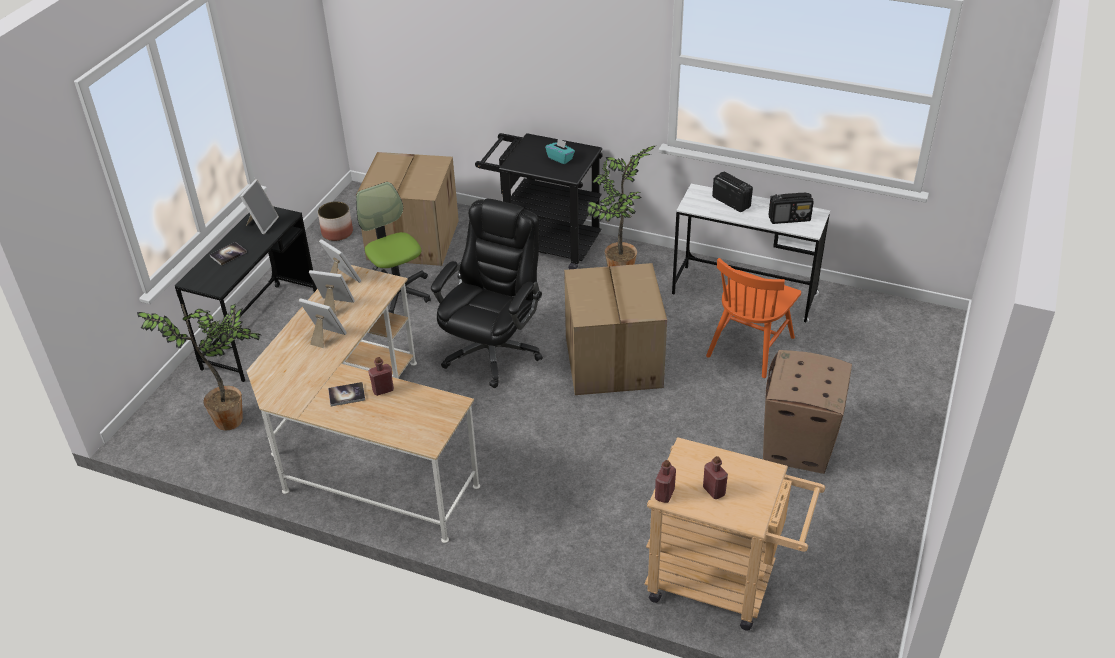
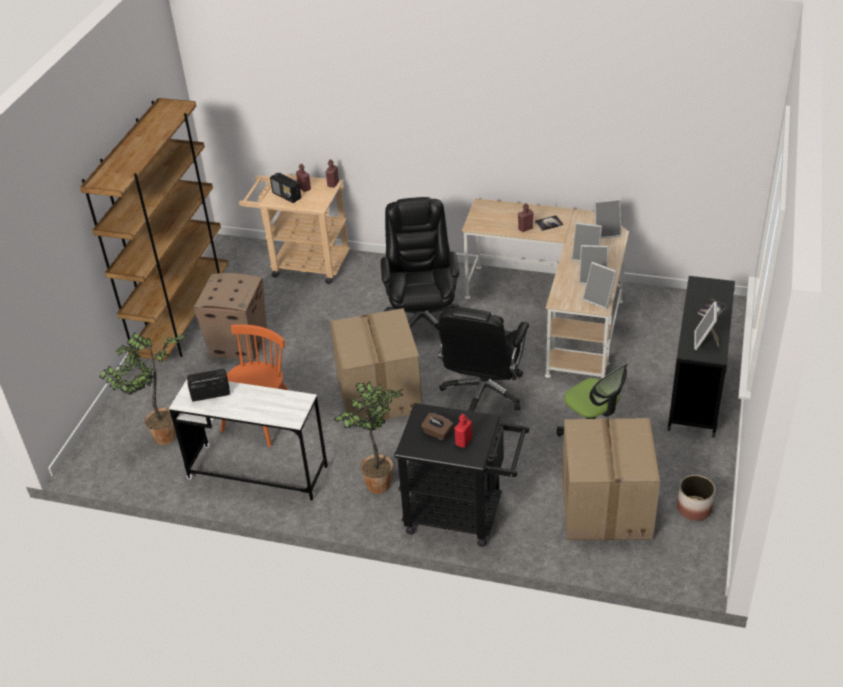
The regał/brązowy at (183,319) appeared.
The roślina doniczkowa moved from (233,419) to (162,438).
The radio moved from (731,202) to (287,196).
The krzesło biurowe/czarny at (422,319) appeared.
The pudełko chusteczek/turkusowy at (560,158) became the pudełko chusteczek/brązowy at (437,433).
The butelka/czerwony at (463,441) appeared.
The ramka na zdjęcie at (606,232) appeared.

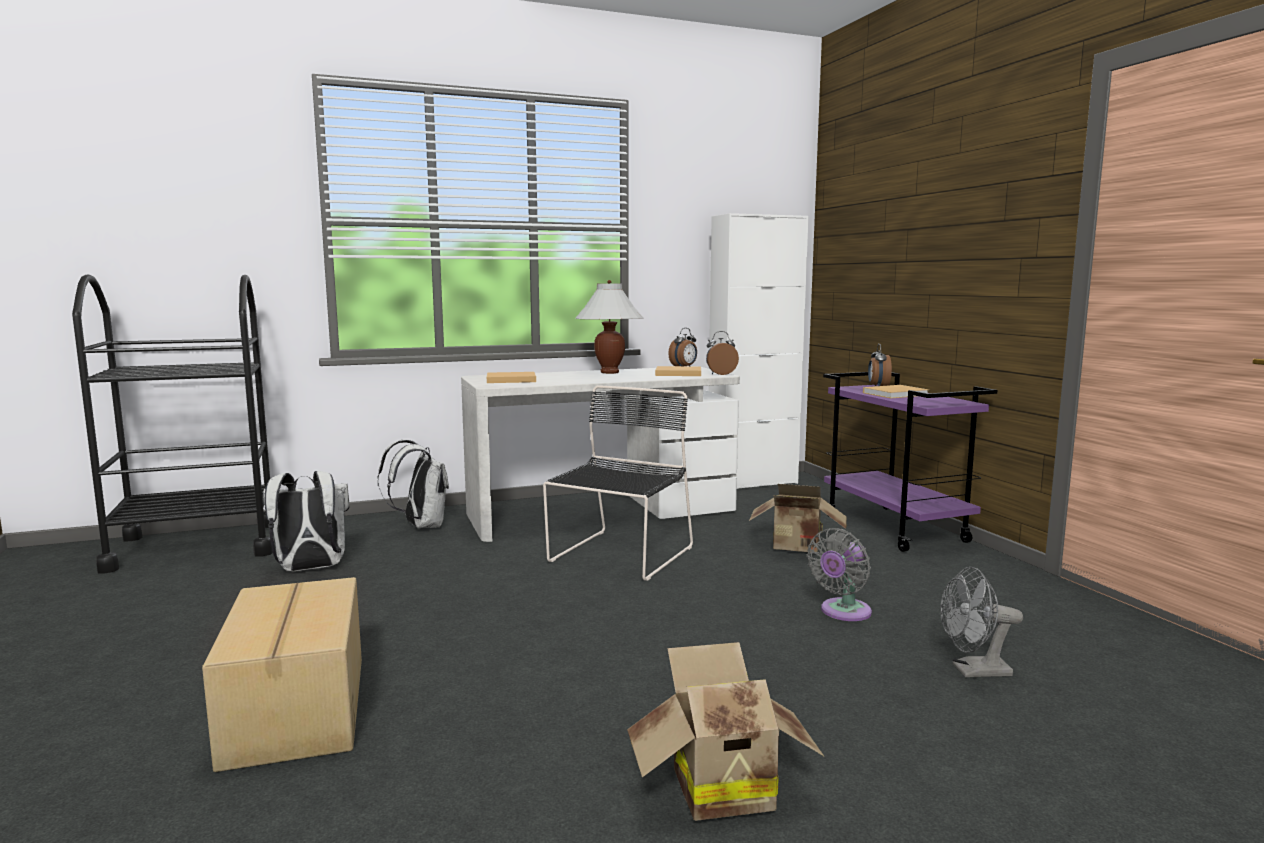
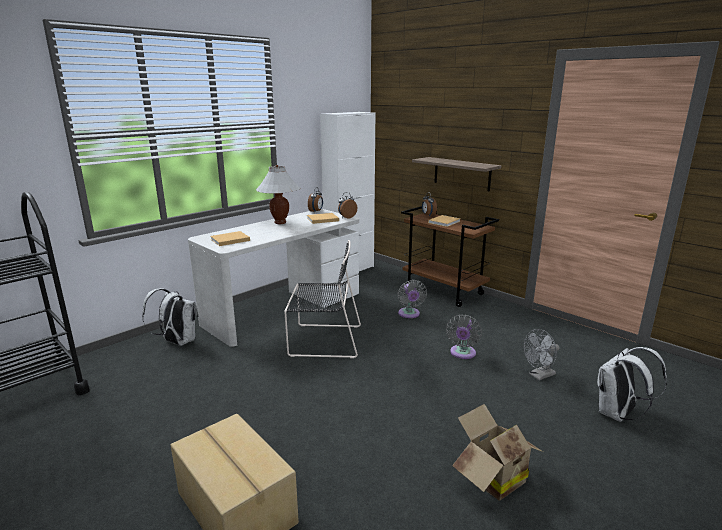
The krzesło/czarny at (619,556) turned 90 degrees clockwise.
The karton at (797,548) was replaced by the wentylator/szary at (409,314).
The wózek/fioletowy at (896,528) became the wózek/brązowy at (444,291).
The półka at (462,173) appeared.
The plecak/biały moved from (310,569) to (617,414).

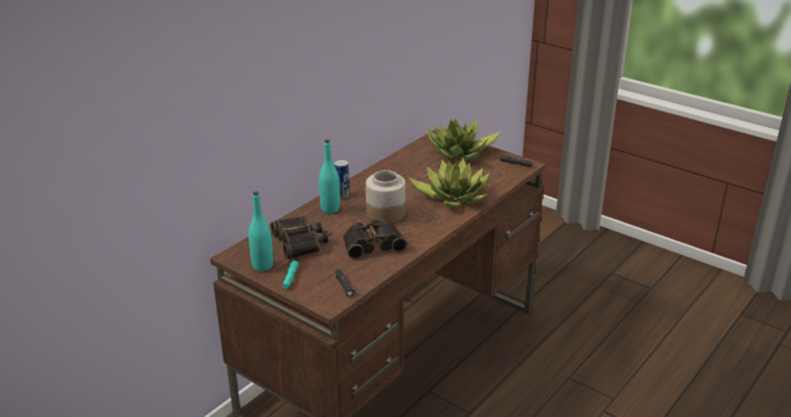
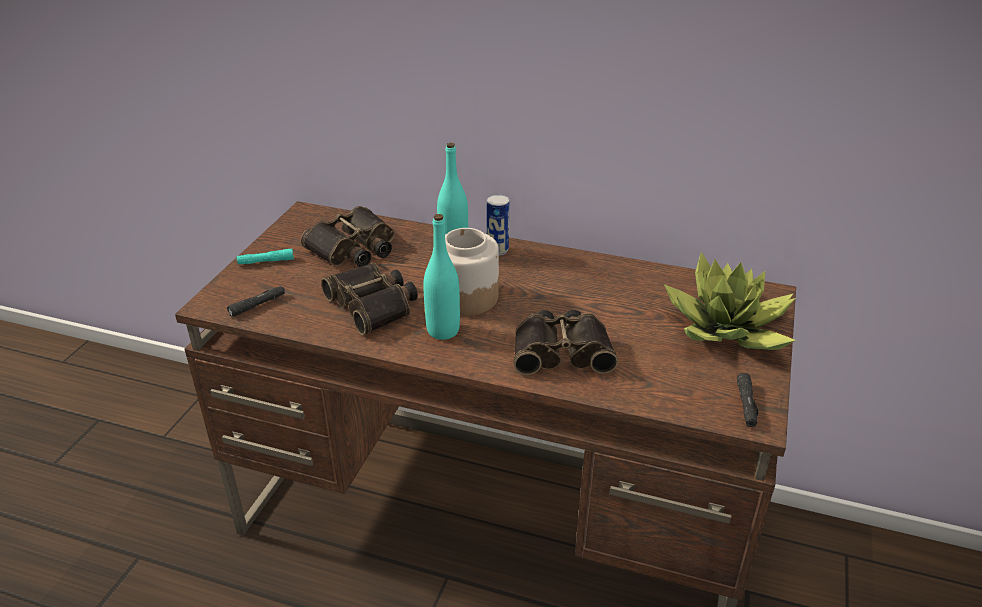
The butelka/turkusowy moved from (262,266) to (443,330).
The roślina doniczkowa at (452,196) was replaced by the lornetka at (562,350).

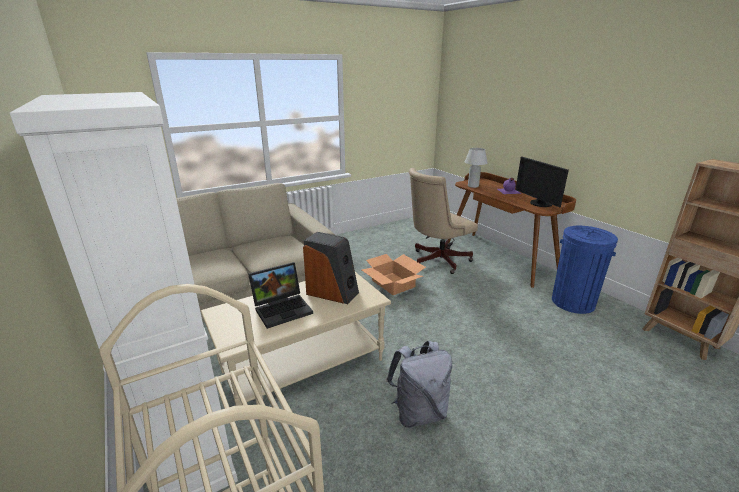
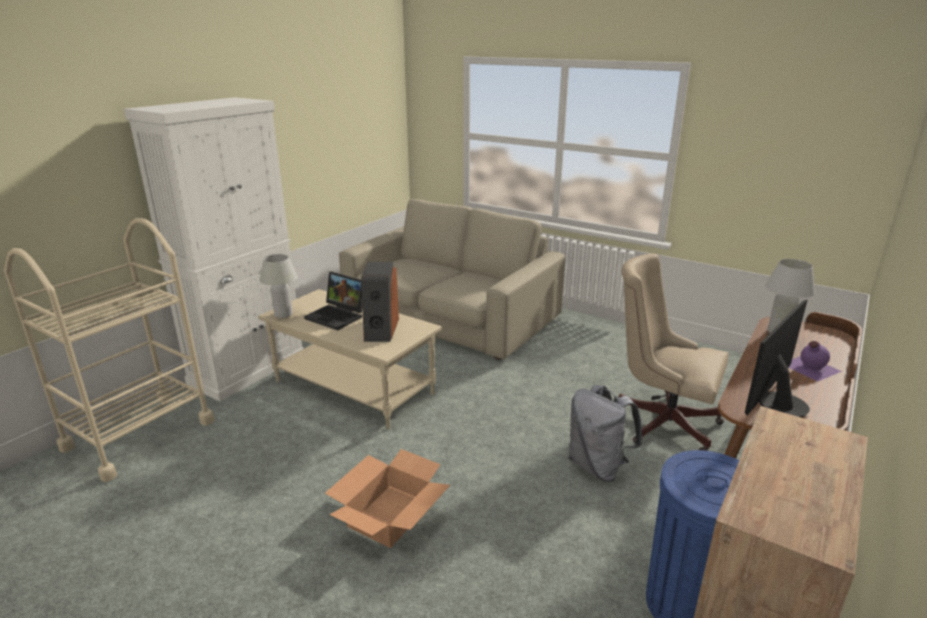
The lampa stołowa/biały at (283,314) appeared.
The karton moved from (393,283) to (389,515).
The plecak/szary moved from (418,412) to (598,466).

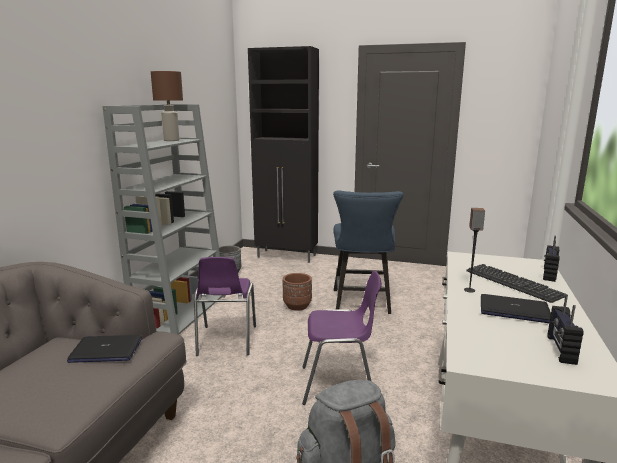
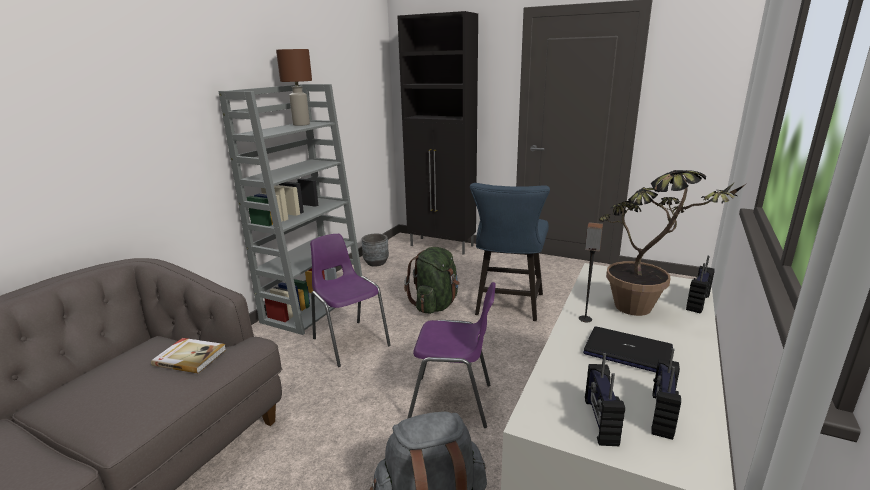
The laptop at (105,350) was replaced by the książka at (190,357).
The krzesło/fioletowy at (226,341) turned 135 degrees clockwise.
The donica/brązowy at (297,306) was replaced by the plecak/zielony at (435,305).
The radio at (599,421) appeared.
The klawiatura at (513,283) was replaced by the roślina doniczkowa at (645,312).

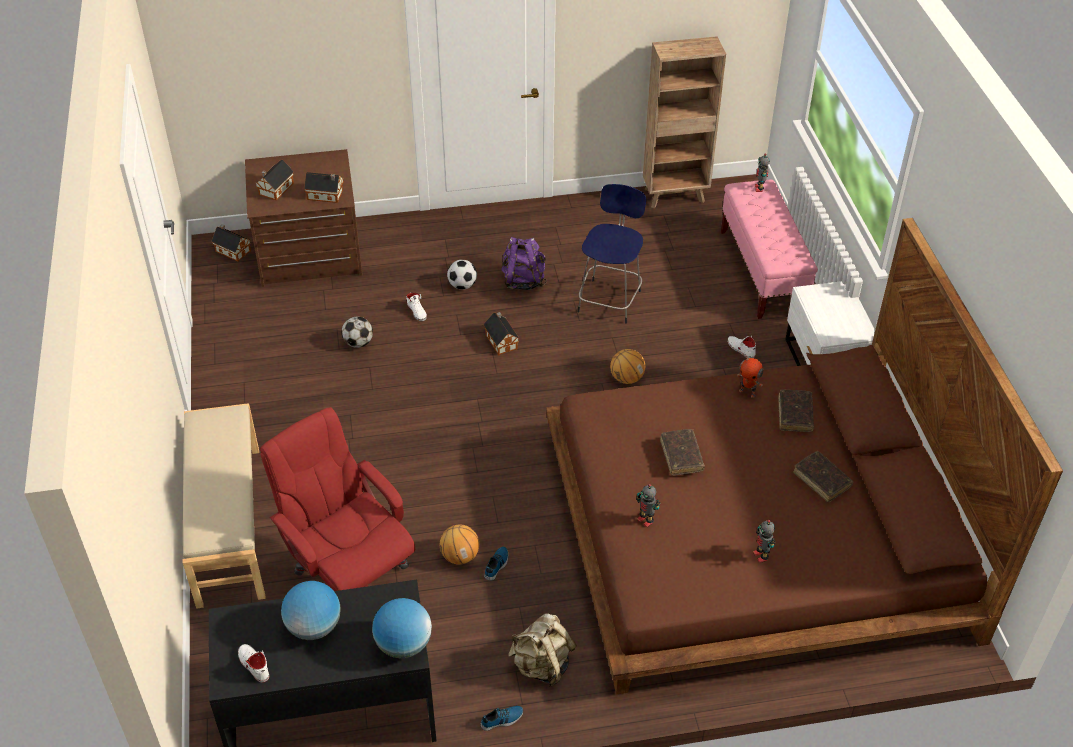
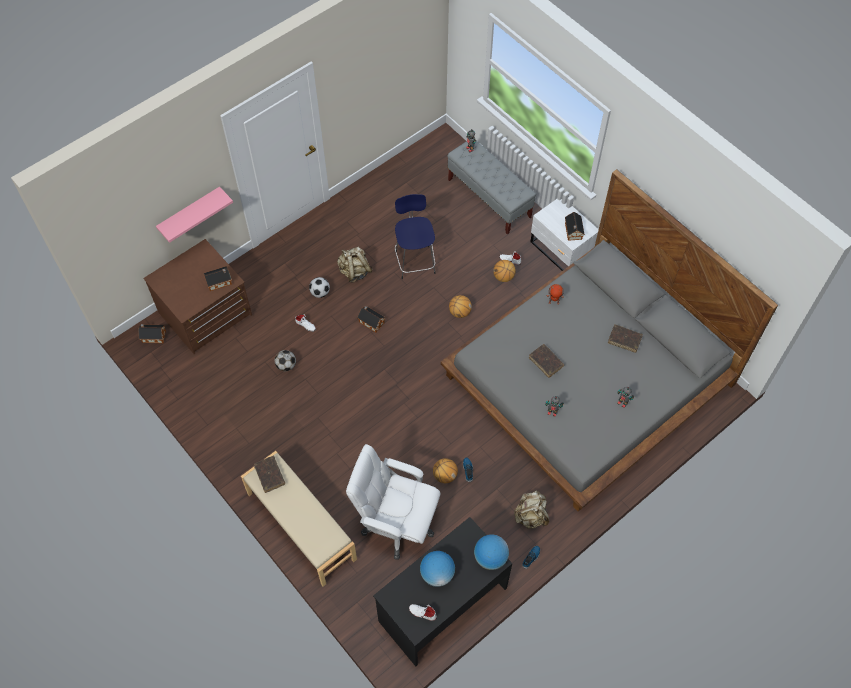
The półka/różowy at (190,213) appeared.
The książka/brązowy moved from (795,415) to (269,475).
The plecak/fioletowy at (523,281) became the plecak/beżowy at (354,271).
The krzesło biurowe/czerwony at (350,582) became the krzesło biurowe/biały at (396,523).
The łóżko/brązowy at (753,533) became the łóżko/szary at (587,379).
The ławka/różowy at (762,272) became the ławka/szary at (489,198).
The piłka do koszykówki at (503,277) appeared.
The domek moved from (275,189) to (573,232).
The regał/brązowy at (675,195) disappeared.

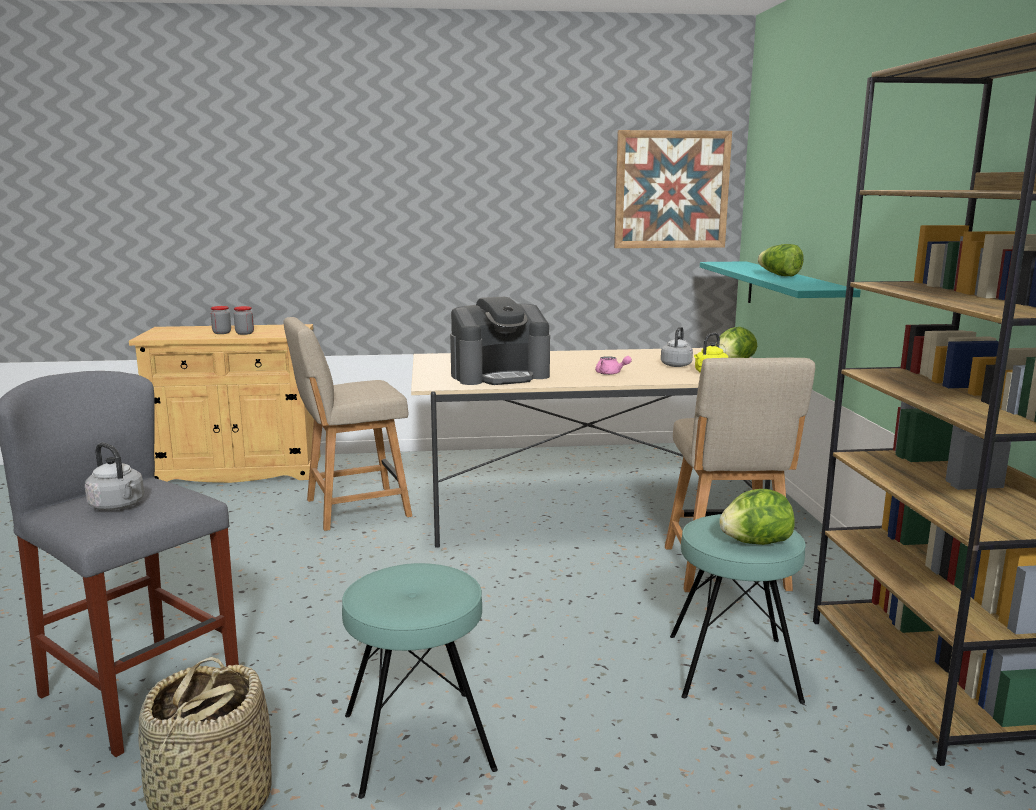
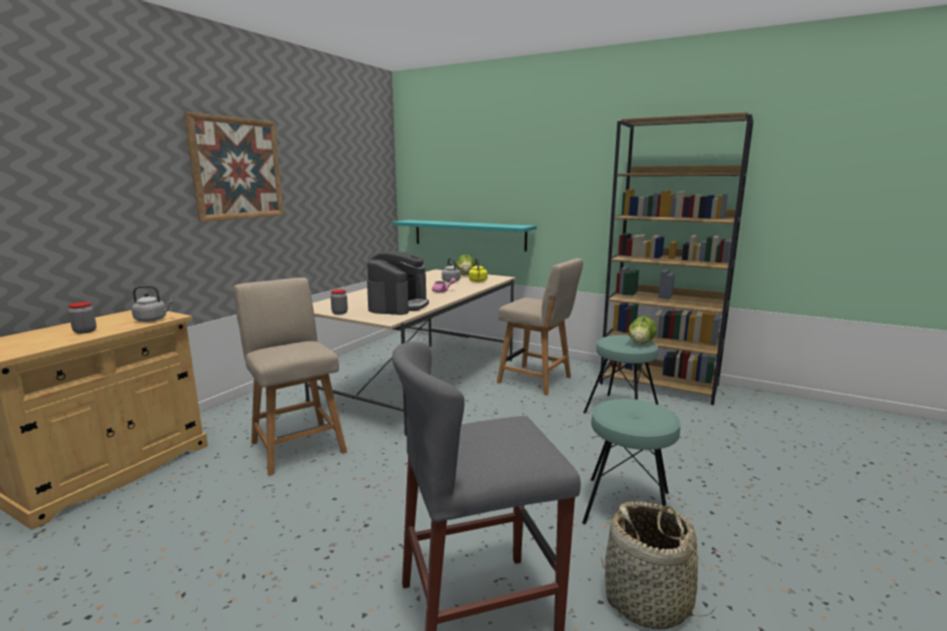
The czajnik/szary moved from (118,506) to (152,320).
The obraz moved from (671,190) to (237,169).
The krzesło/beżowy at (352,509) turned 135 degrees clockwise.
The słoik moved from (244,333) to (339,313).
The sałata at (779,275) disappeared.

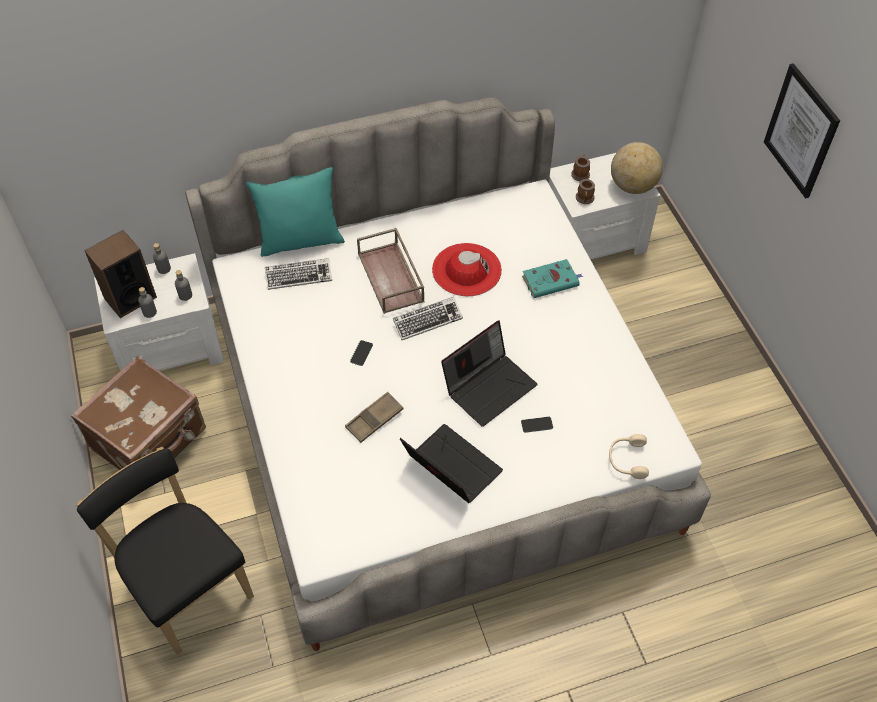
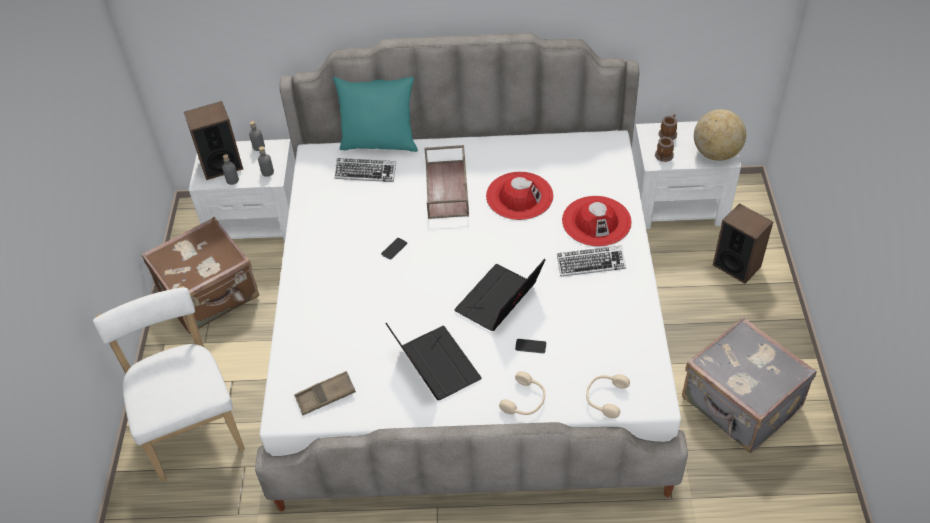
The krzesło/czarny at (187,587) became the krzesło/biały at (192,426).
The taca/brązowy moved from (374,420) to (325,396).
The laptop at (489,386) turned 150 degrees clockwise.
The słuchawki/beżowy at (525,401) appeared.
The klawiatura moved from (427,321) to (590,263).
The książka/turkusowy at (551,281) was replaced by the kapelusz/czerwony at (596,221).
The walizka/szary at (740,405) appeared.
The głośnik at (736,265) appeared.
The obraz at (801,131) disappeared.

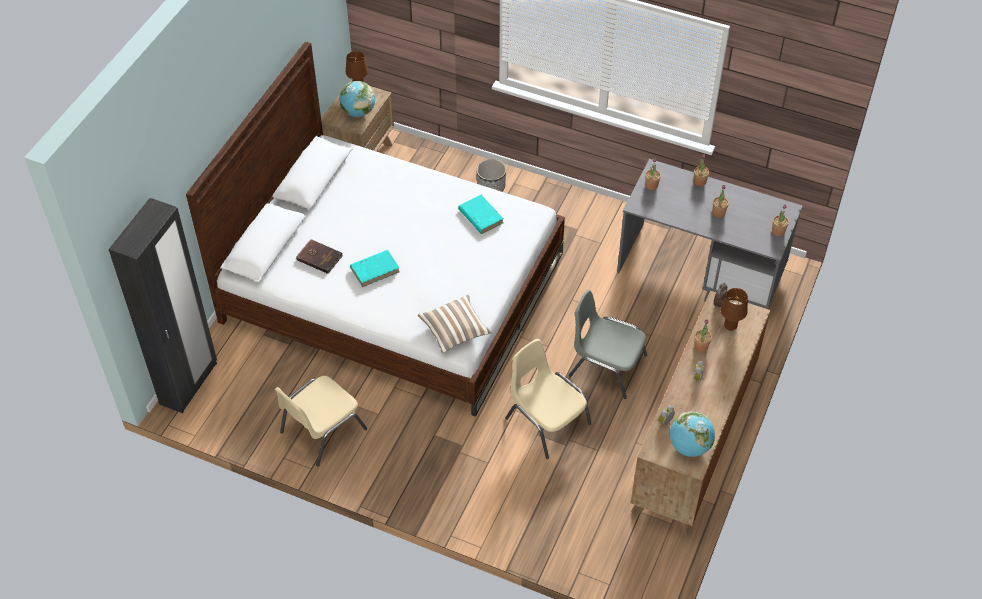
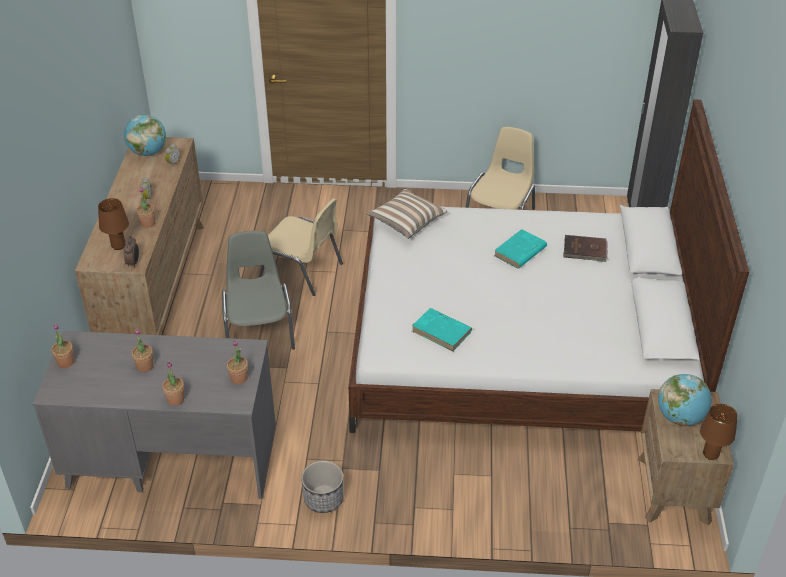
The krzesło/szary at (606,365) turned 105 degrees counterclockwise.
The donica moved from (491,187) to (323,499).

